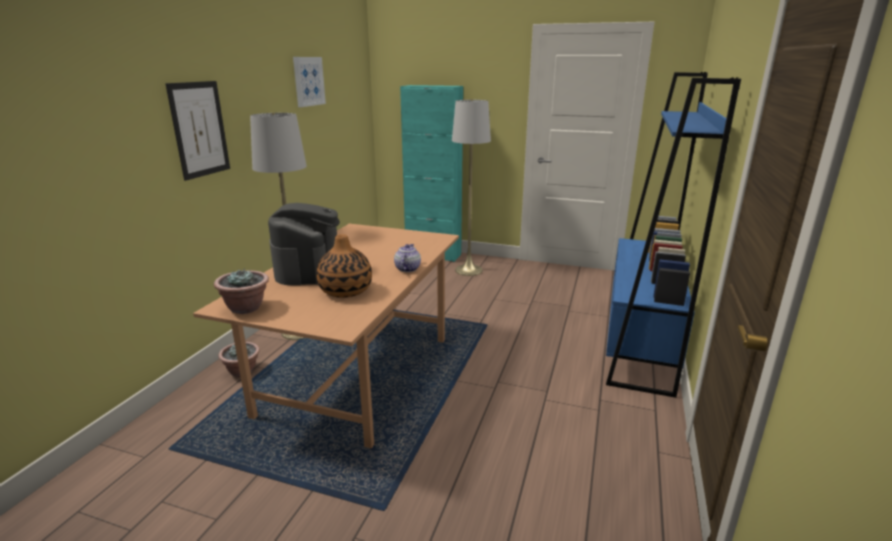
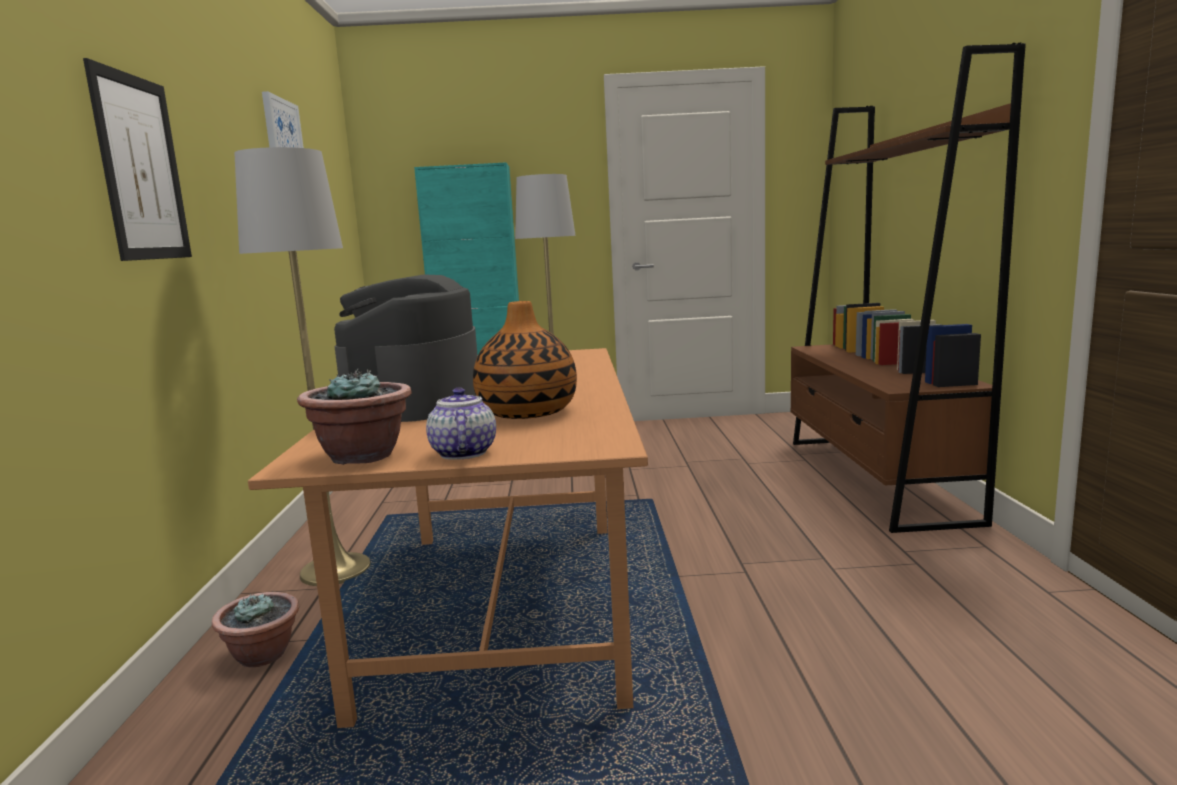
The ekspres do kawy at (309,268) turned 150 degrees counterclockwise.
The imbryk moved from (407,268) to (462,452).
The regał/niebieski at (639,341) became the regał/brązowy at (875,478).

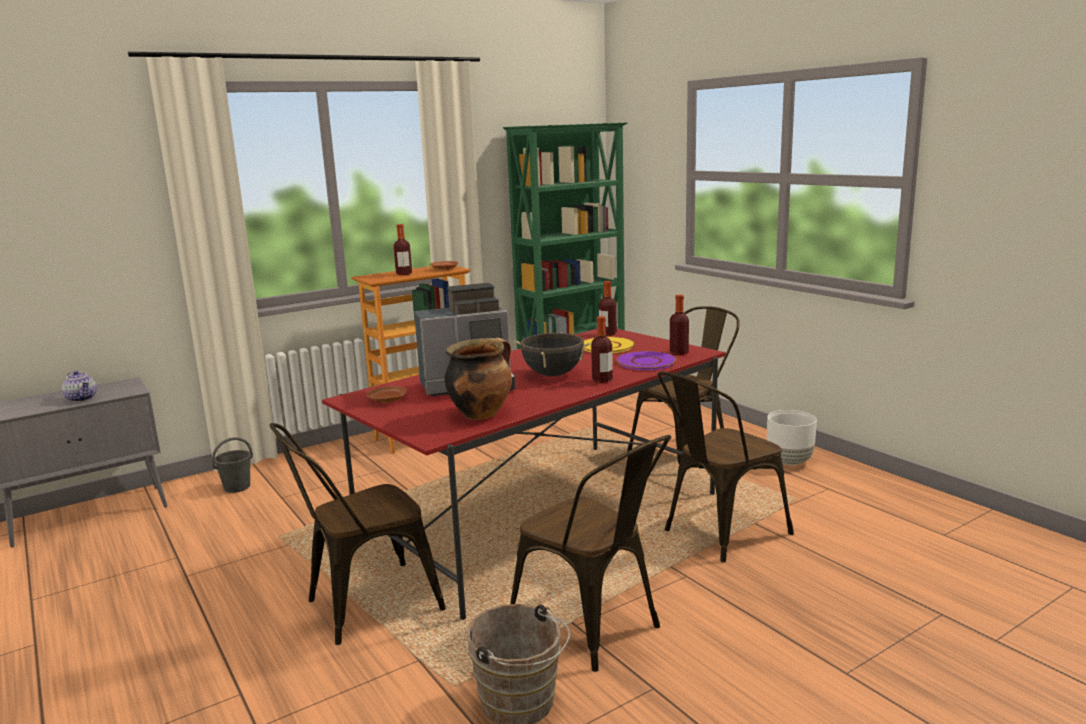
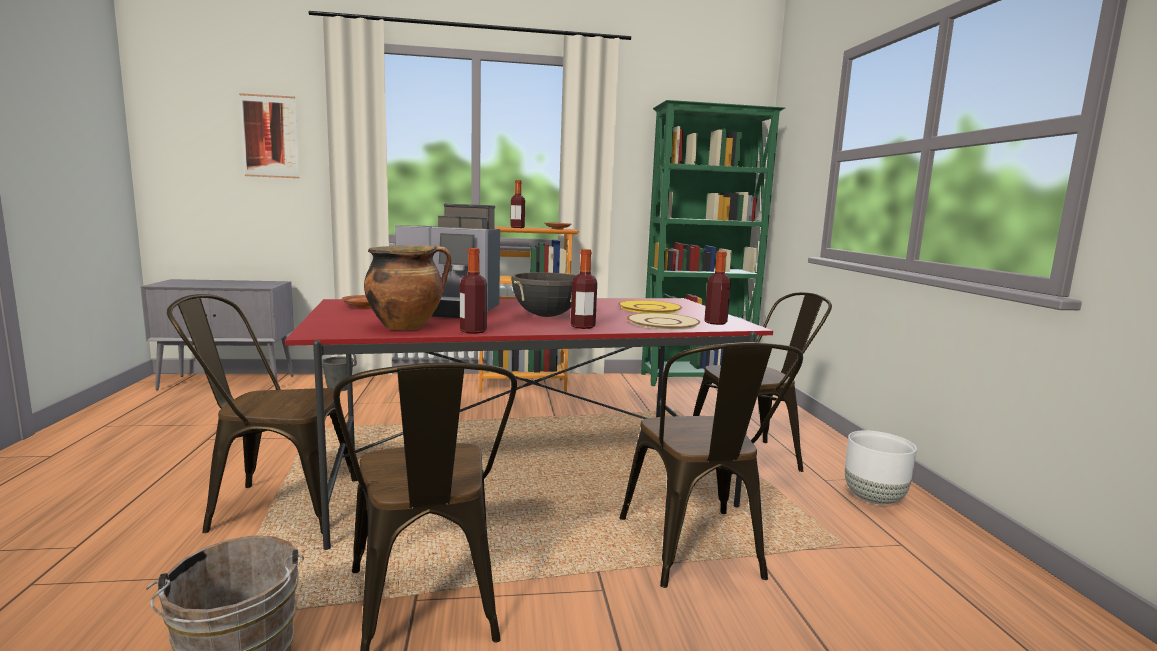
The obraz at (270,136) appeared.
The butelka moved from (608,334) to (473,331).
The krzesło/brązowy at (718,534) turned 90 degrees counterclockwise.
The talerz/fioletowy at (645,362) became the talerz/beżowy at (662,323).
The imbryk at (82,398) disappeared.

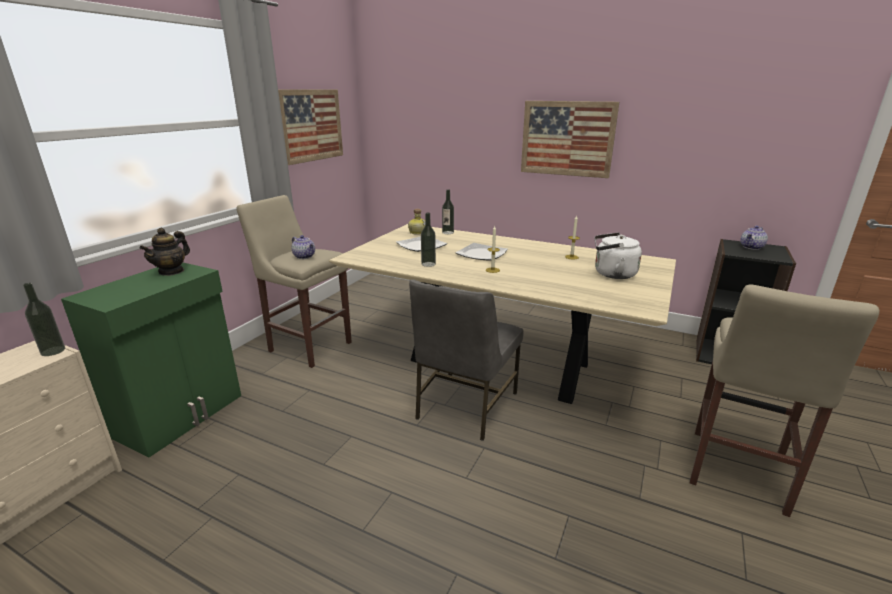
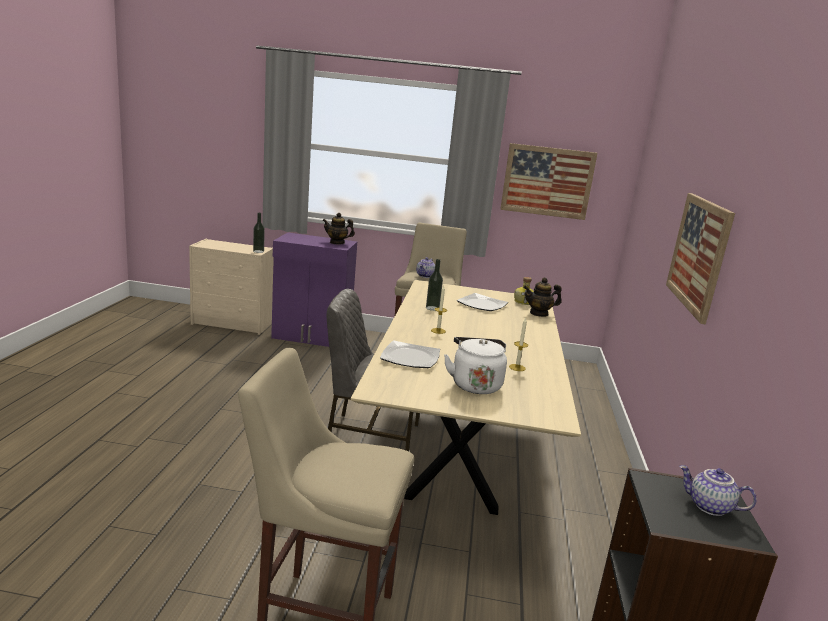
The szafka/zielony at (182,416) became the szafka/fioletowy at (312,337).
The talerz moved from (481,254) to (411,357).
The butelka at (448,232) was replaced by the imbryk at (539,313).

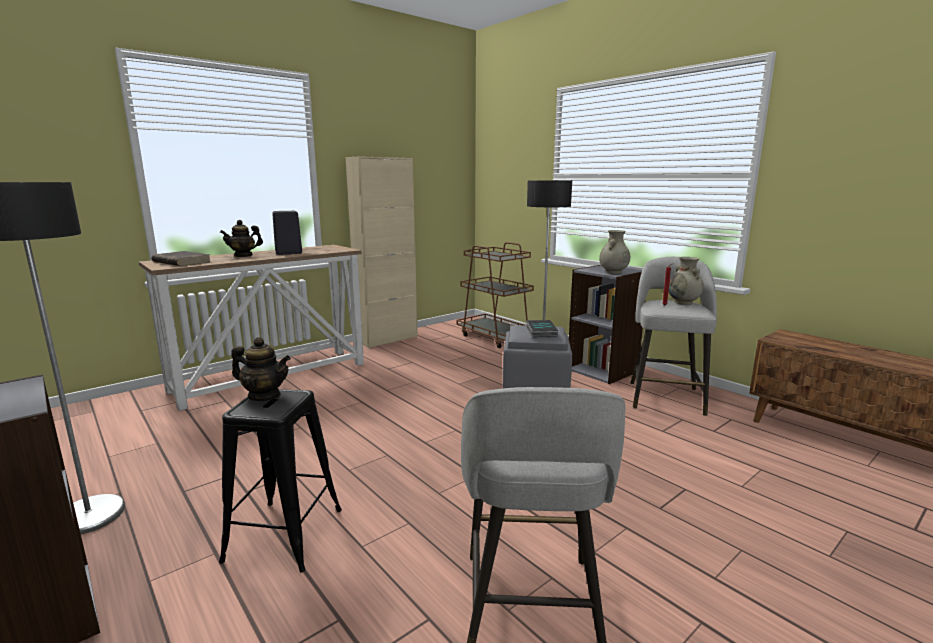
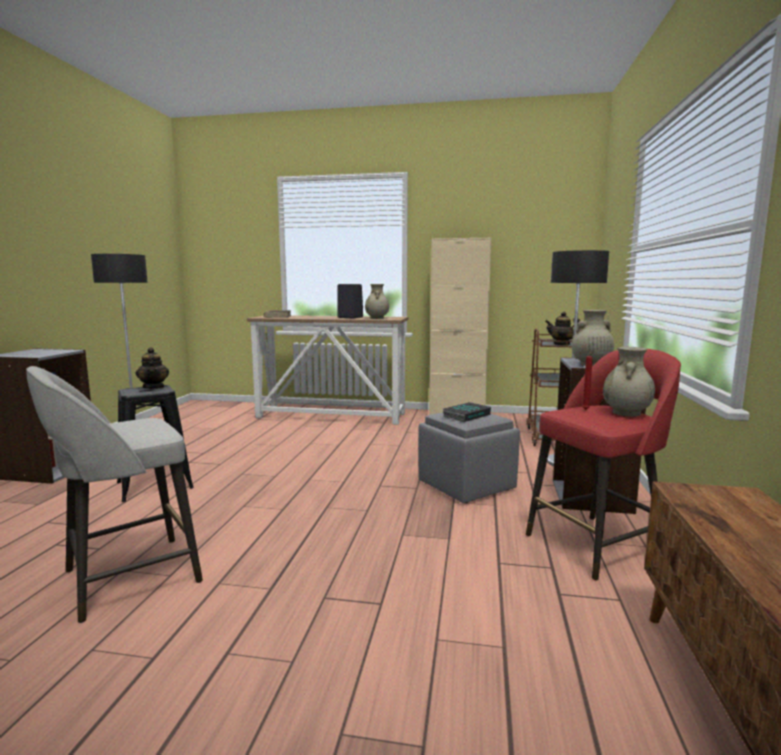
The wazon/beżowy at (377,318) appeared.
The stołek/szary at (665,397) became the stołek/czerwony at (596,544).
The imbryk moved from (243,255) to (562,344).

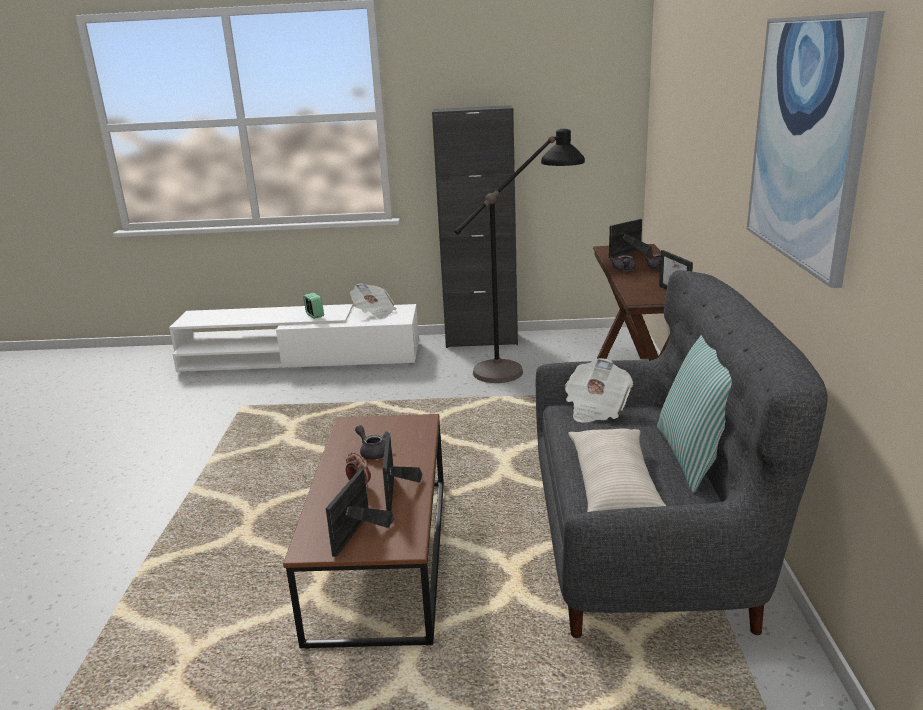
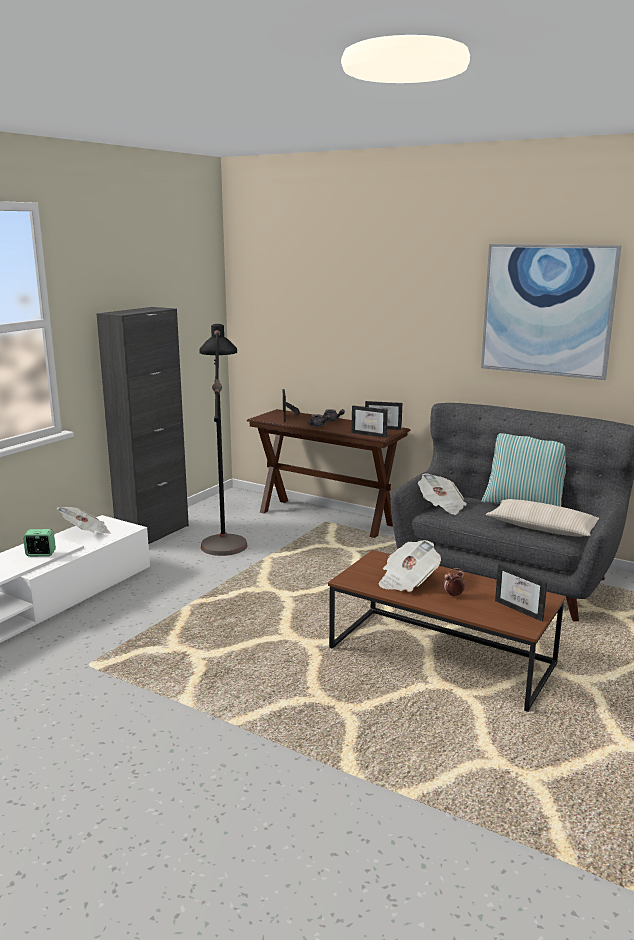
The ramka na zdjęcie moved from (397,494) to (371,434).
The imbryk/szary at (372,452) was replaced by the gazeta at (407,581).

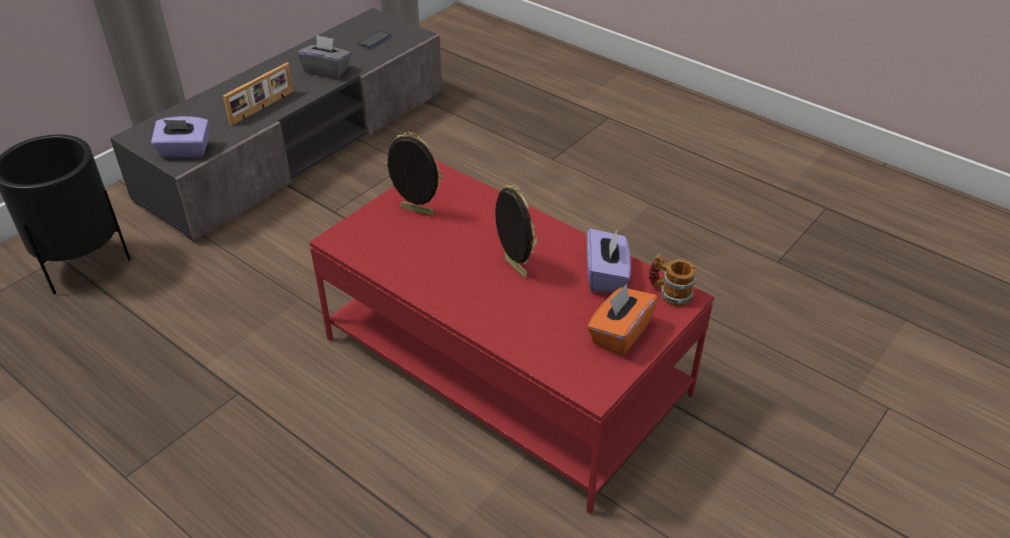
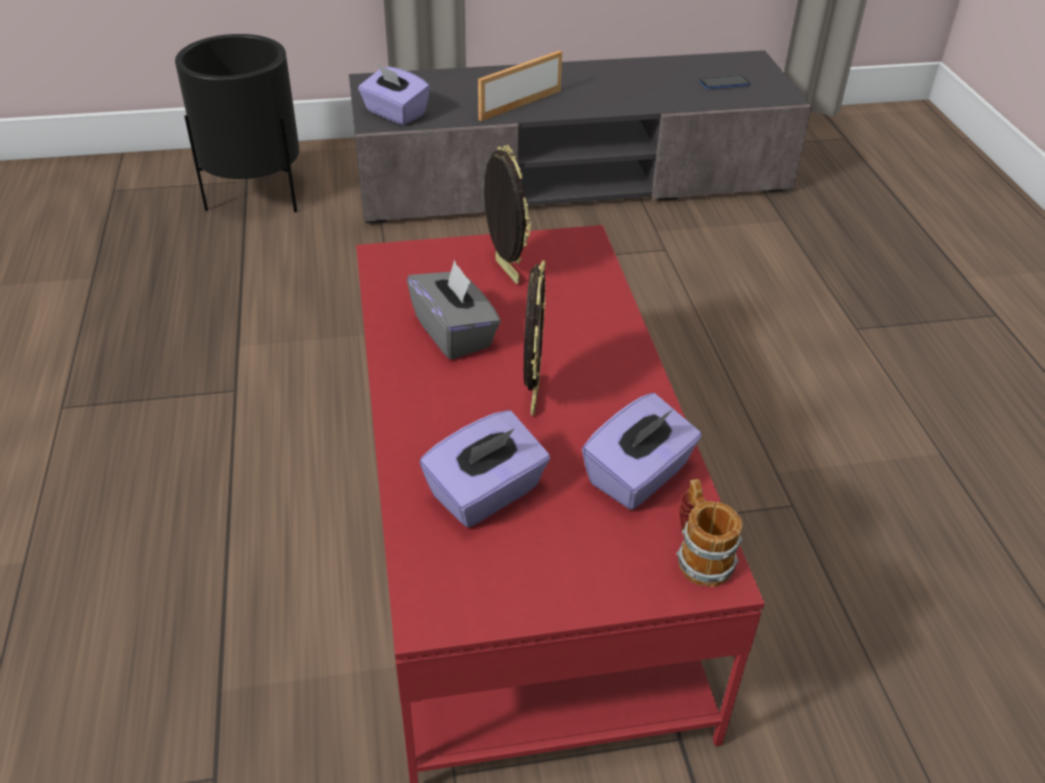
The pudełko chusteczek/szary moved from (327,71) to (454,333).
The pudełko chusteczek/fioletowy at (486,494) appeared.
The ramka na zdjęcie at (263,108) turned 150 degrees clockwise.
The pudełko chusteczek/pomarańczowy at (619,334) disappeared.

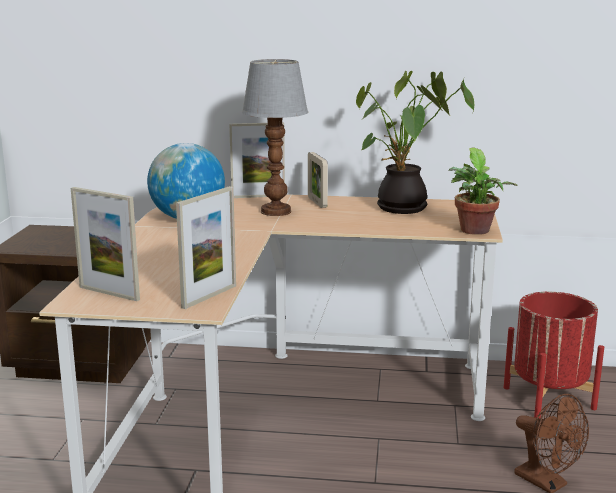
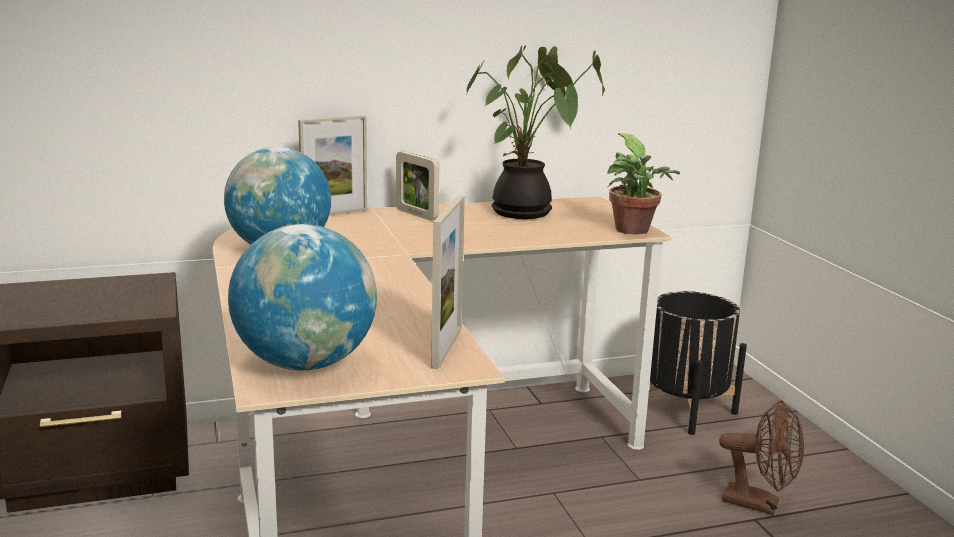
The ramka na zdjęcie at (109,293) was replaced by the globus at (306,363).
The donica/czerwony at (549,398) became the donica/czarny at (685,410).
The lampa stołowa at (276,211) disappeared.

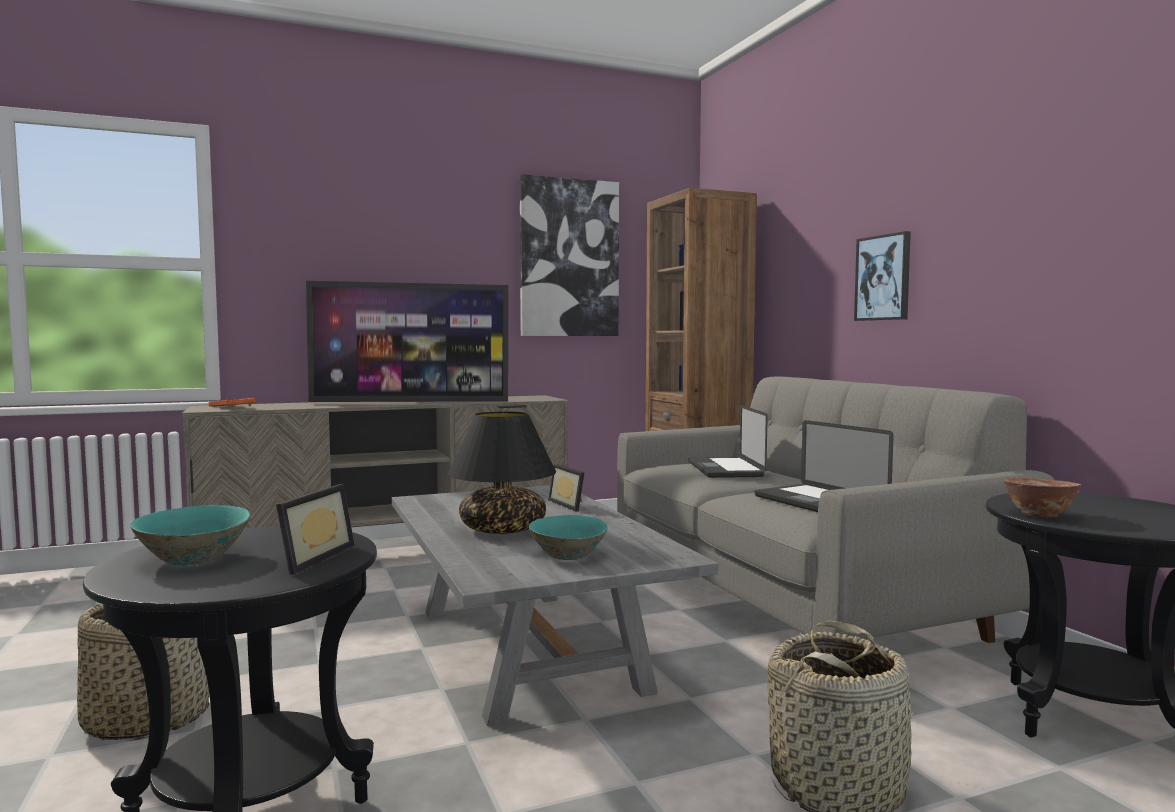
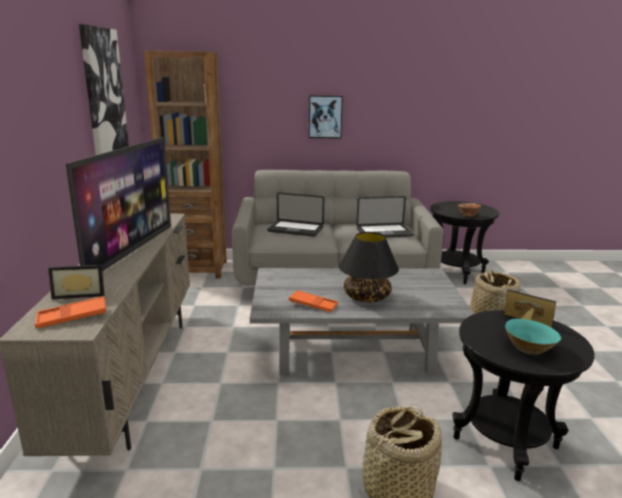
The ramka na zdjęcie moved from (571,505) to (80,294).
The taca/pomarańczowy at (313,304) appeared.
The miska/turkusowy at (568,556) disappeared.

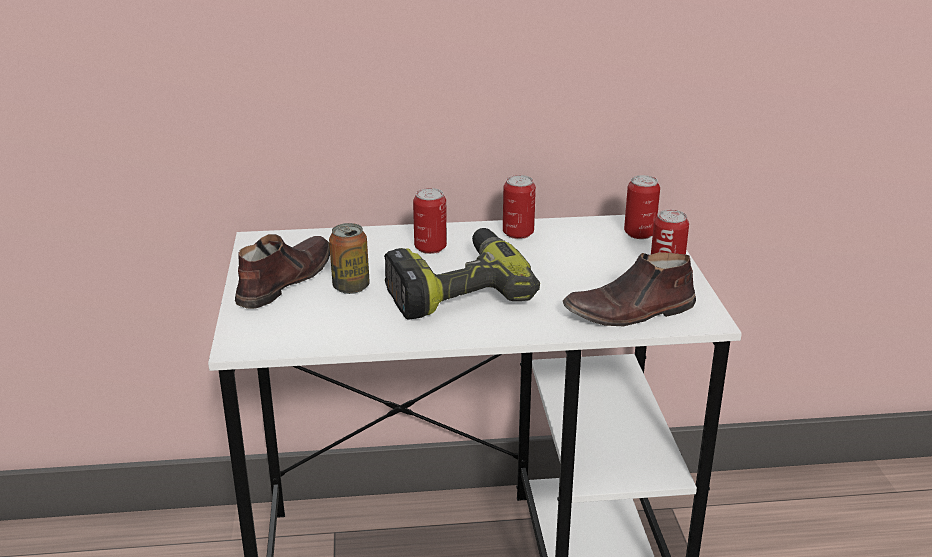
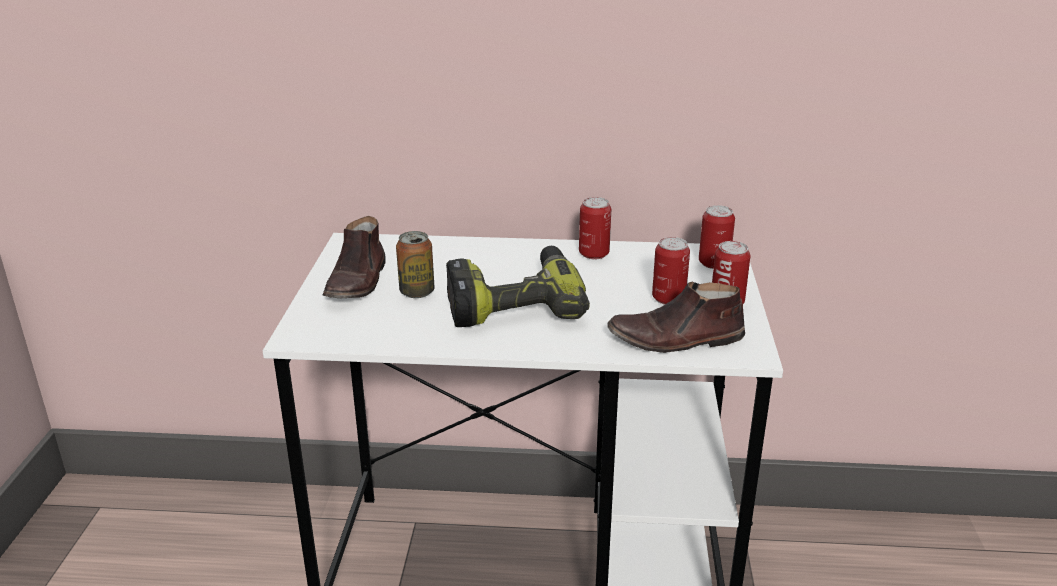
The but/brązowy at (283,281) turned 150 degrees clockwise.
The puszka moved from (430,248) to (668,299).

